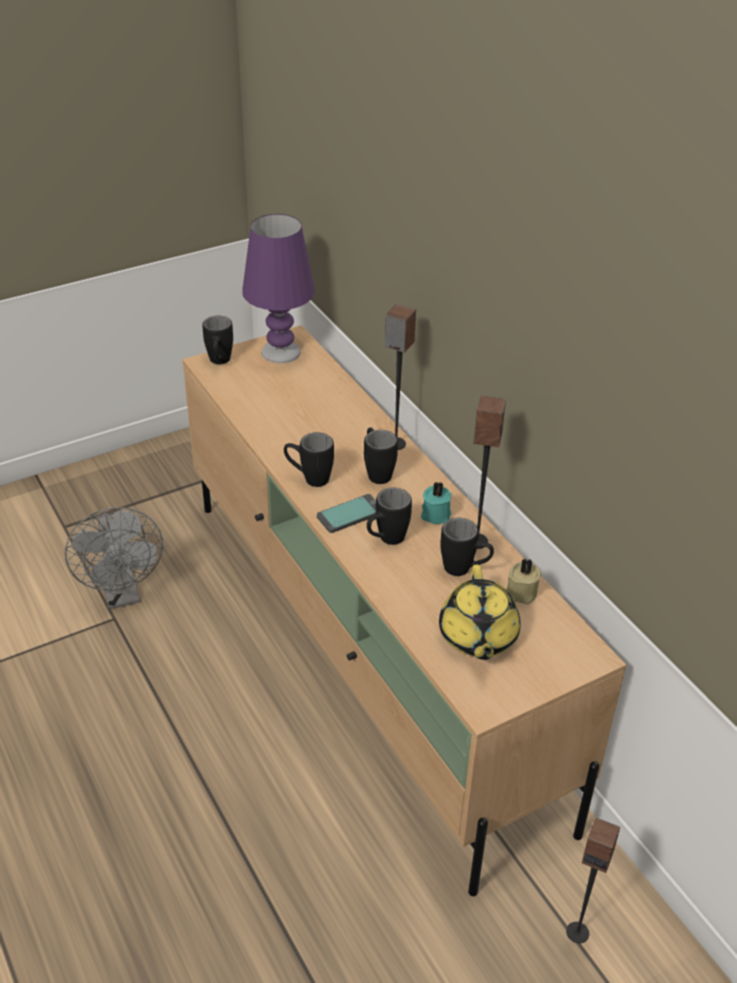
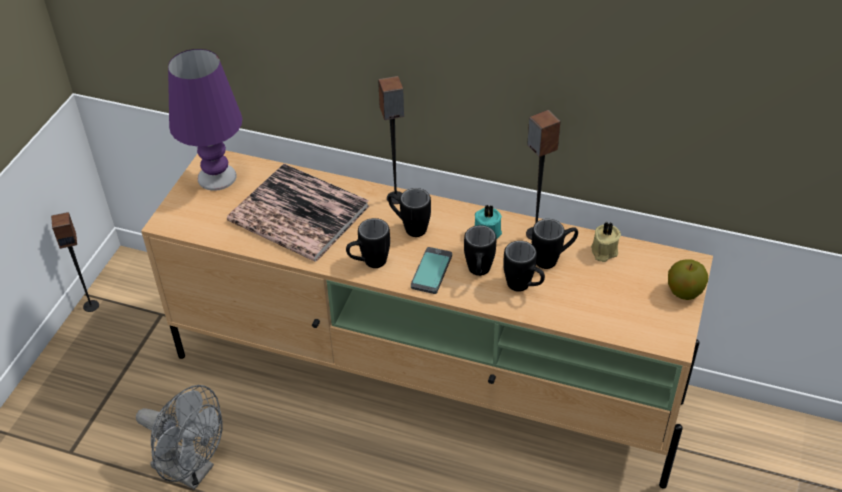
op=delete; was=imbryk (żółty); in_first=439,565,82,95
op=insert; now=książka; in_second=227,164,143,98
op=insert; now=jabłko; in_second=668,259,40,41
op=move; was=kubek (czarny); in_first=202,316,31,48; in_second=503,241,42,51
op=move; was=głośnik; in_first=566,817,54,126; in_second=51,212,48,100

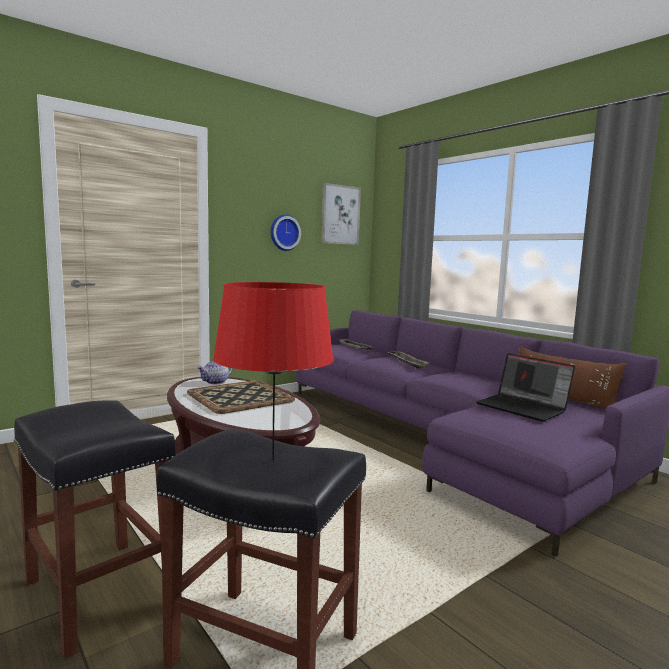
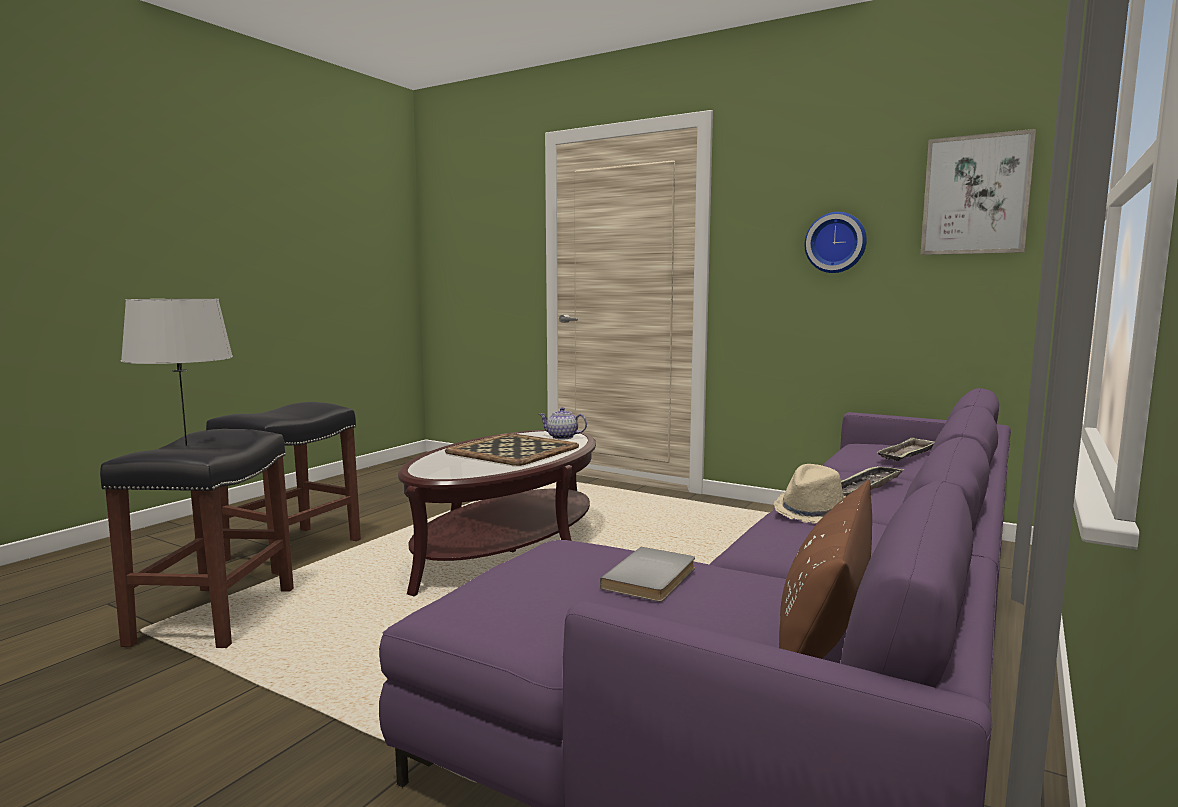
op=insert; now=kapelusz (beżowy); in_second=773,464,73,59
op=replace; was=laptop; now=książka (szary); in_first=476,353,99,69; in_second=600,547,95,55
op=recolor; was=lampa stołowa (czerwony); now=lampa stołowa (szary); in_first=213,282,121,179; in_second=121,299,112,147

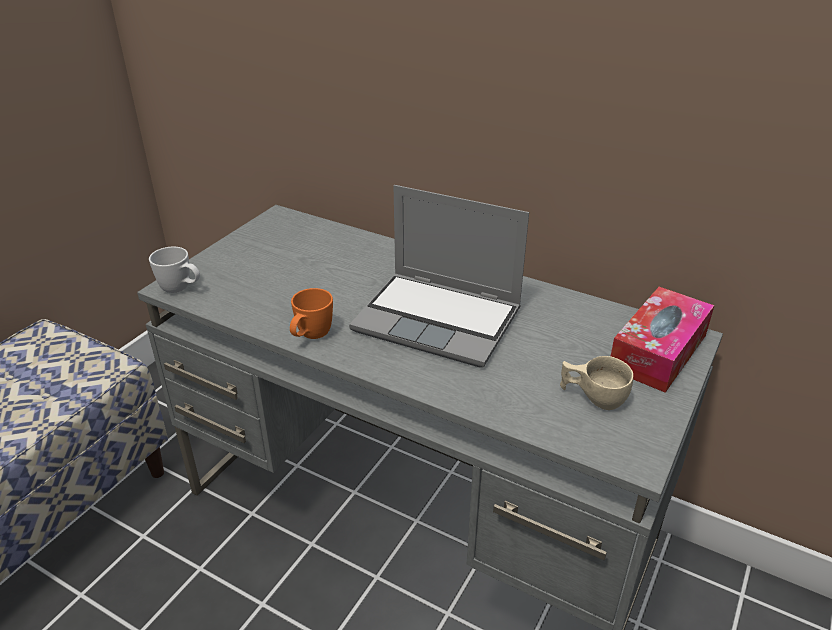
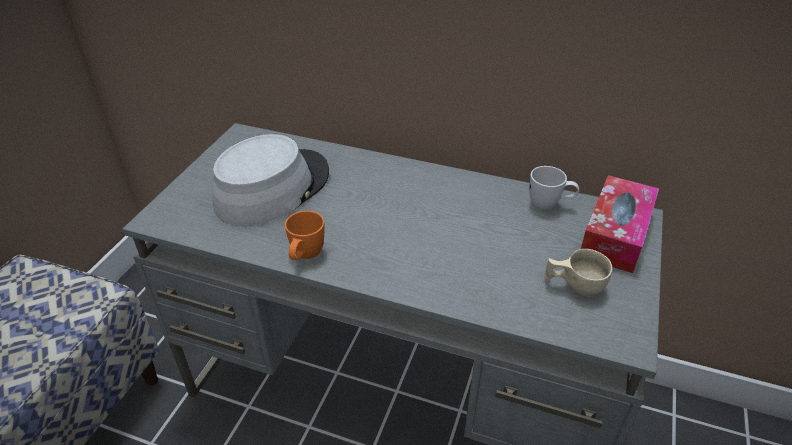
op=delete; was=laptop; in_first=349,185,180,183
op=insert; now=kapelusz (szary); in_second=213,134,116,92
op=move; was=kubek (biały); in_first=149,247,51,46; in_second=530,166,49,44

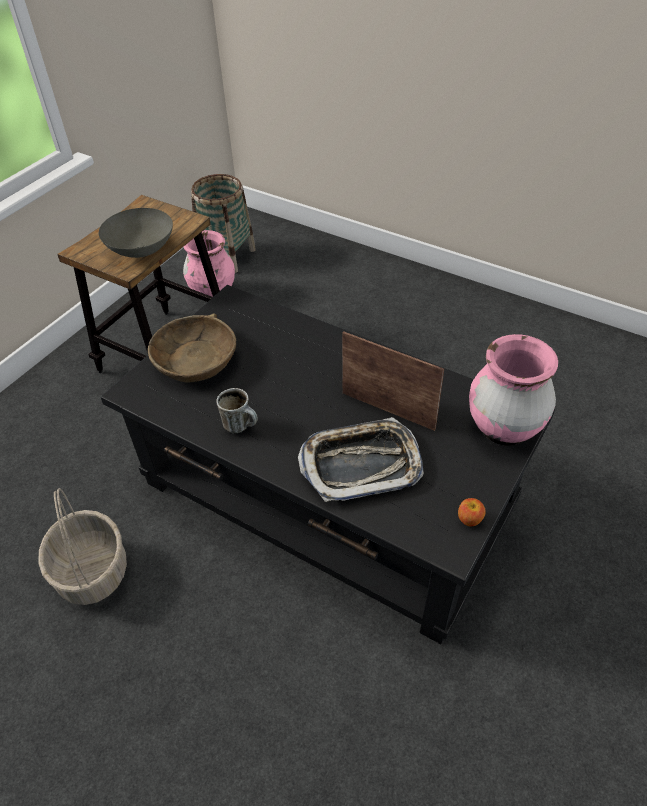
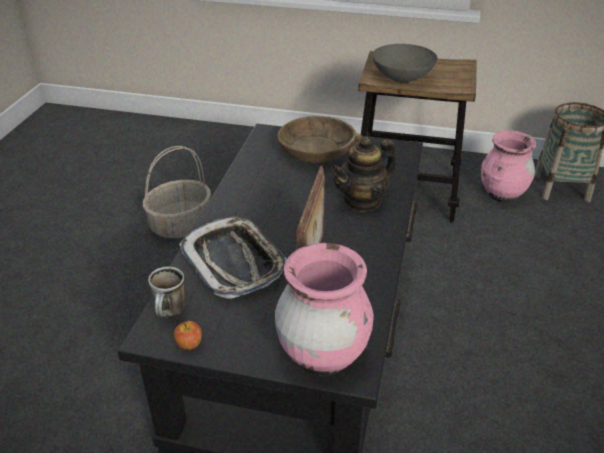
op=insert; now=imbryk; in_second=331,136,65,76
op=move; was=kubek; in_first=216,388,42,46; in_second=148,267,38,51

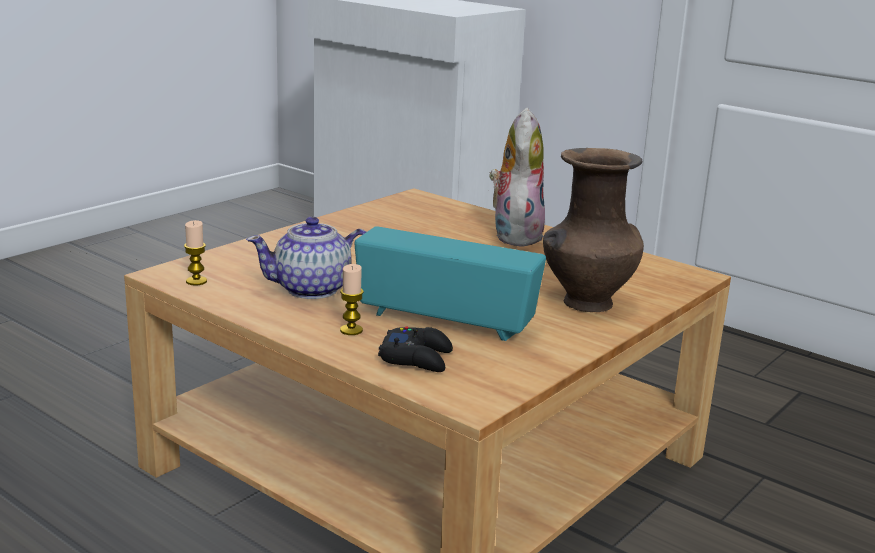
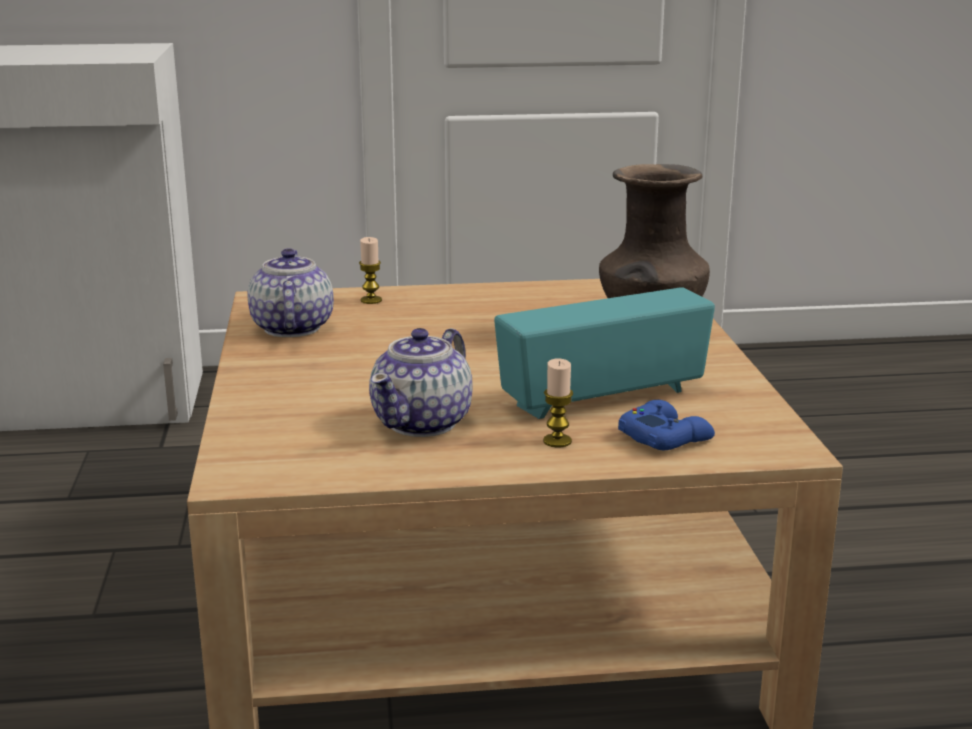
op=delete; was=pluszak; in_first=489,108,56,139
op=insert; now=imbryk; in_second=248,248,86,89
op=move; was=świeca; in_first=184,220,23,66; in_second=359,237,23,67
op=recolor; was=pad do gier (czarny); now=pad do gier (niebieski); in_first=378,327,75,45; in_second=618,400,97,50

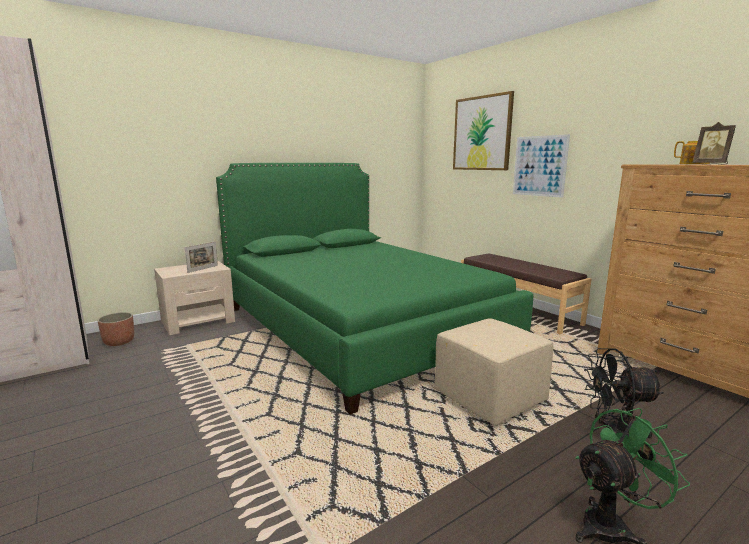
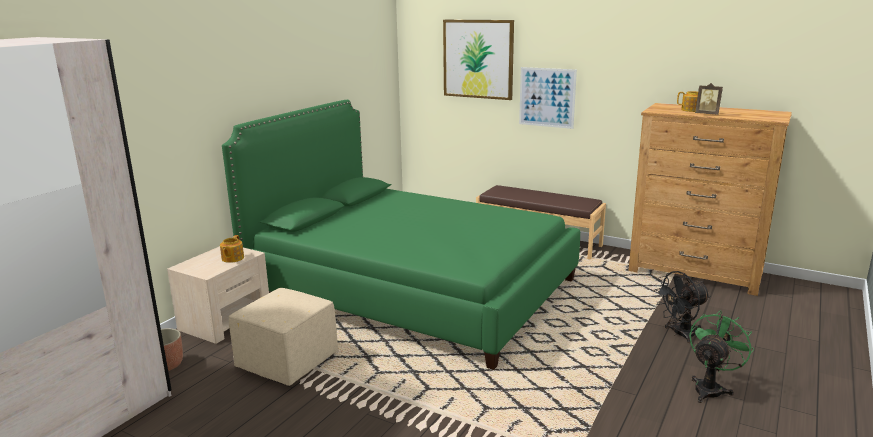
op=move; was=pufa (beżowy); in_first=434,318,119,107; in_second=229,288,109,98
op=replace; was=ramka na zdjęcie; now=imbryk; in_first=185,241,33,32; in_second=220,235,24,28

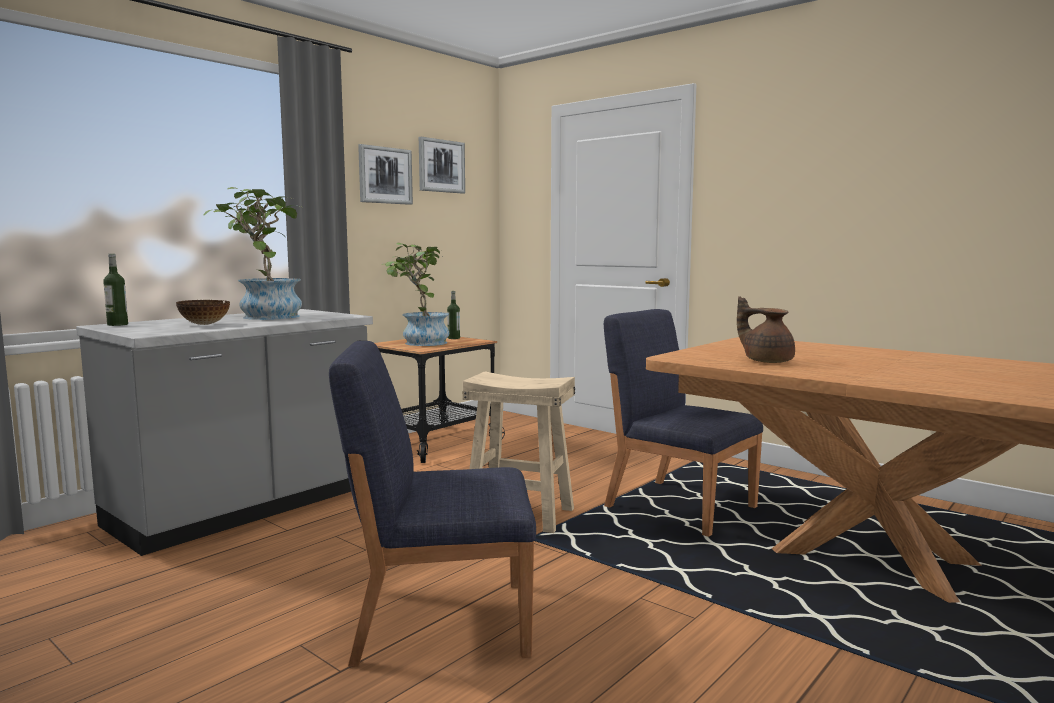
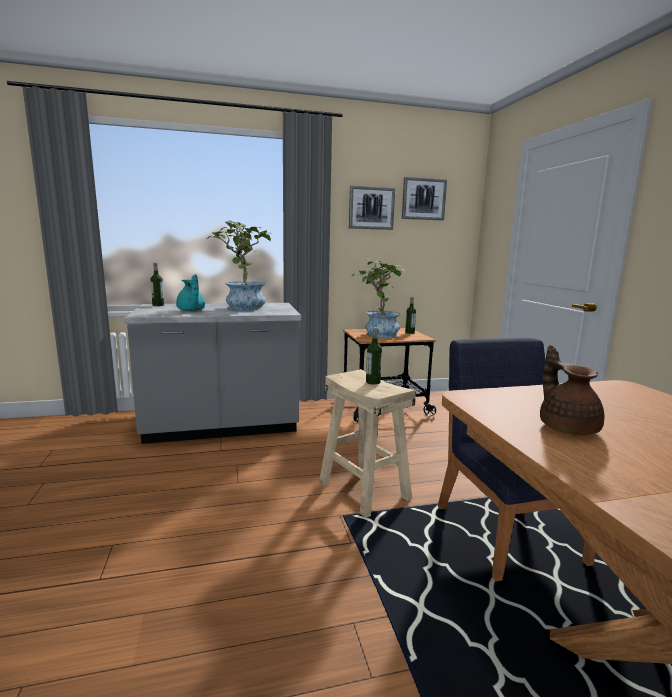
op=delete; was=krzesło (niebieski); in_first=329,341,207,326
op=insert; now=butelka; in_second=366,327,16,58
op=replace; was=miska; now=imbryk (turkusowy); in_first=176,300,54,25; in_second=176,274,29,37

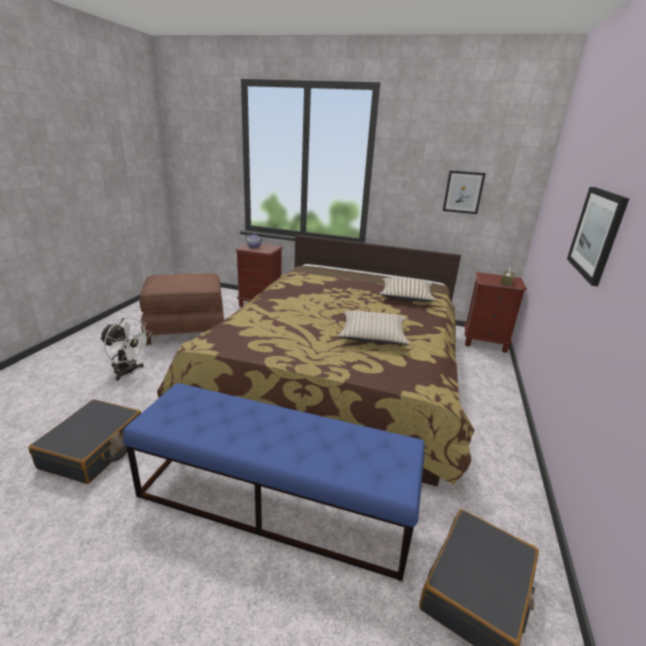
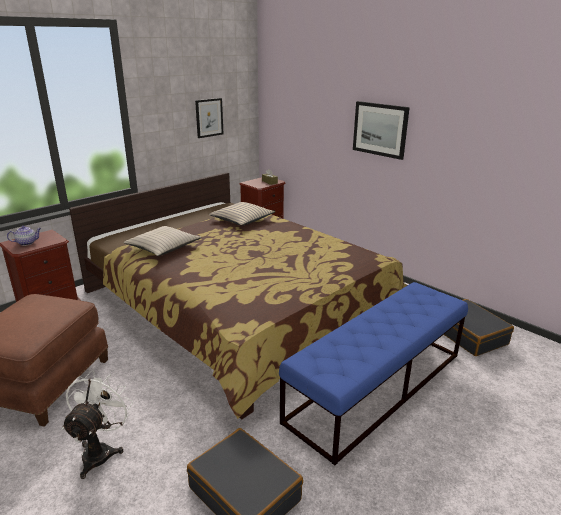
op=move; was=poduszka (beżowy); in_first=337,311,73,34; in_second=123,226,79,30
op=rotate; was=wentylator (biały); in_first=100,317,52,64; in_second=62,370,71,109; clockwise=-45

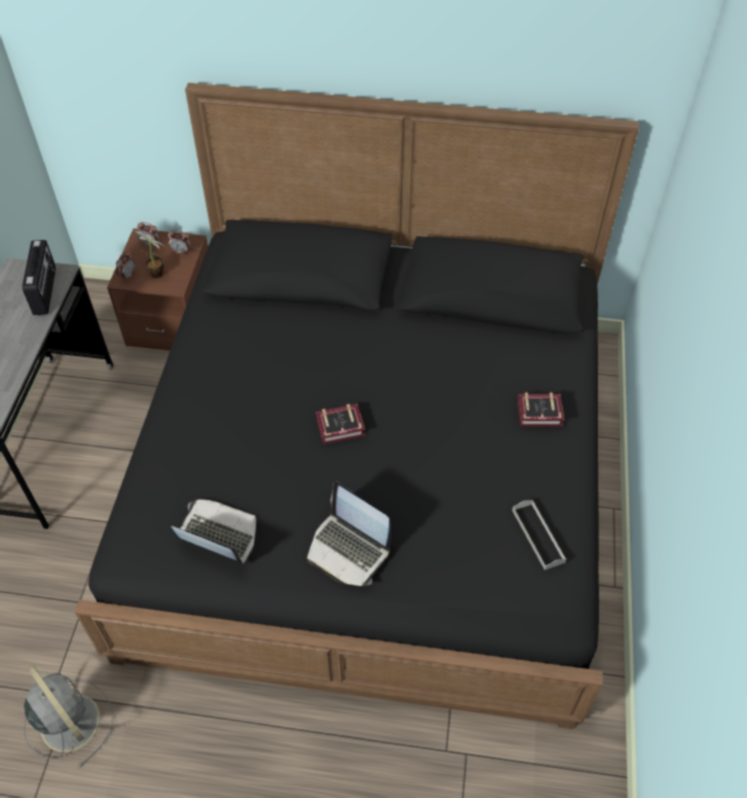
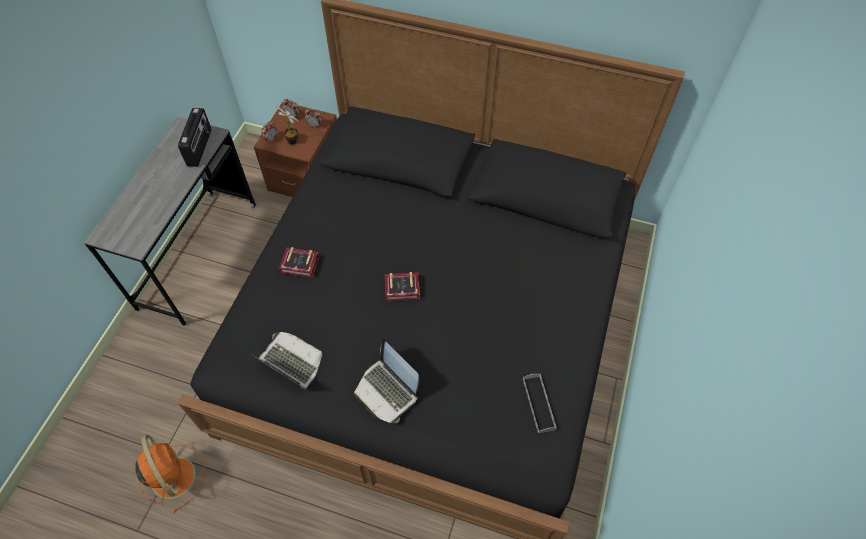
op=move; was=książka; in_first=517,393,47,34; in_second=279,247,40,31
op=recolor; was=wentylator (szary); now=wentylator (pomarańczowy); in_first=23,665,90,103; in_second=135,434,70,79

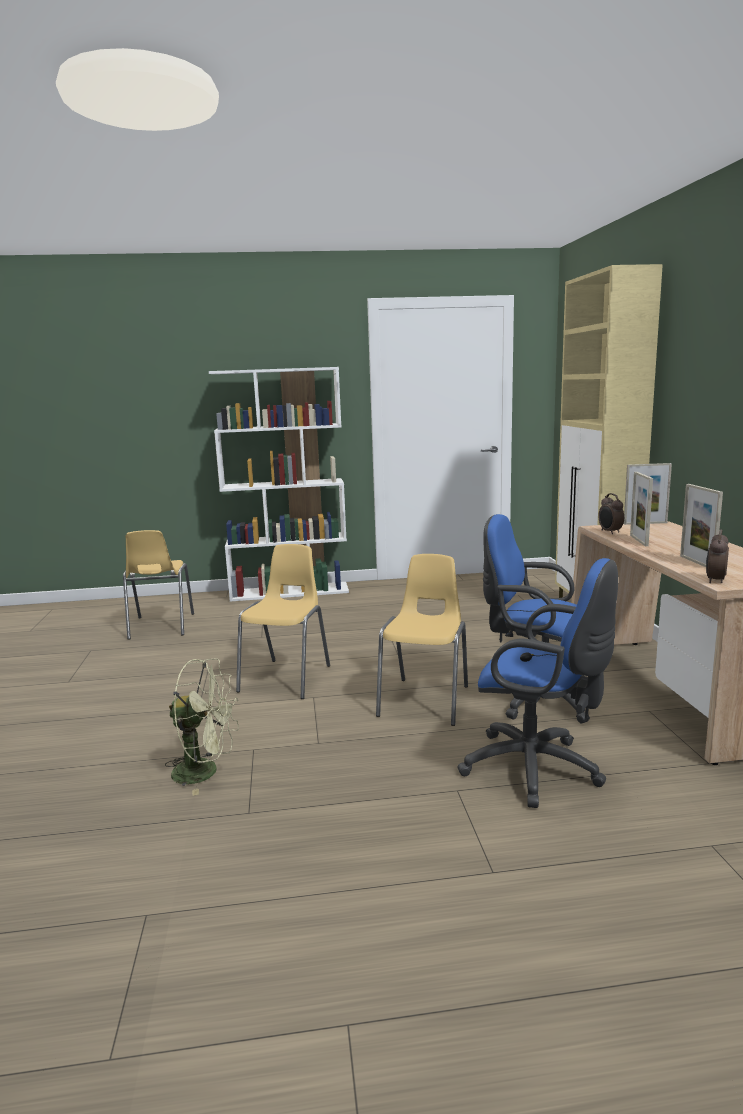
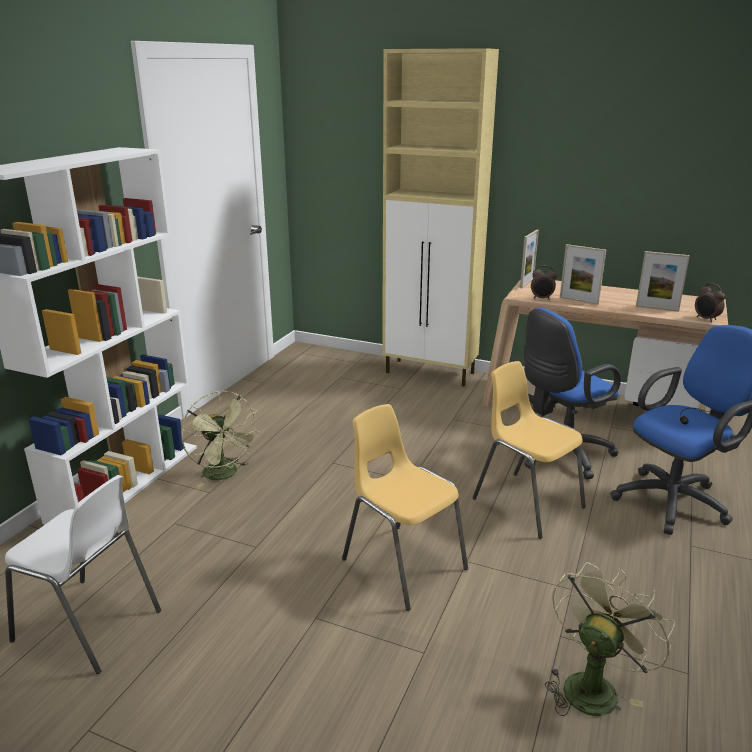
op=insert; now=wentylator (zielony); in_second=181,391,79,96
op=recolor; was=krzesło (żółty); now=krzesło (biały); in_first=123,530,71,110; in_second=5,475,156,199

